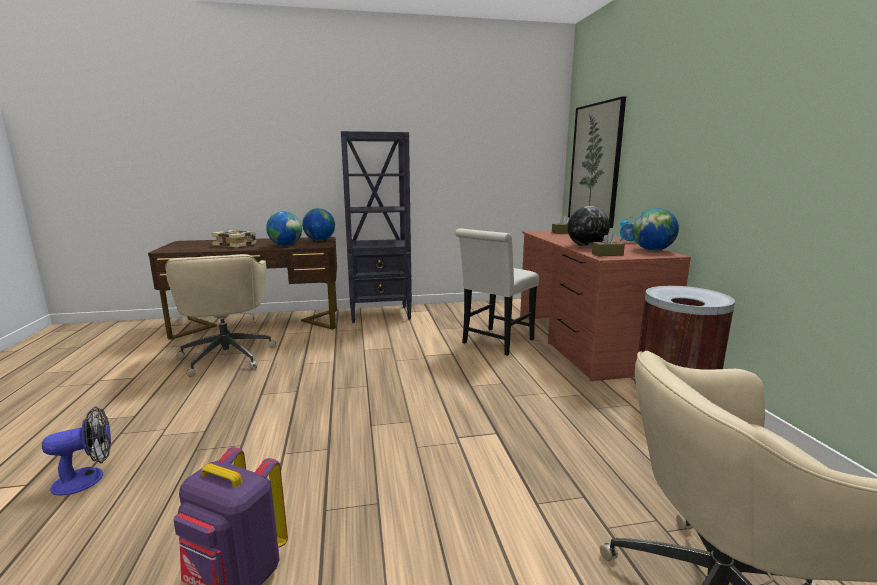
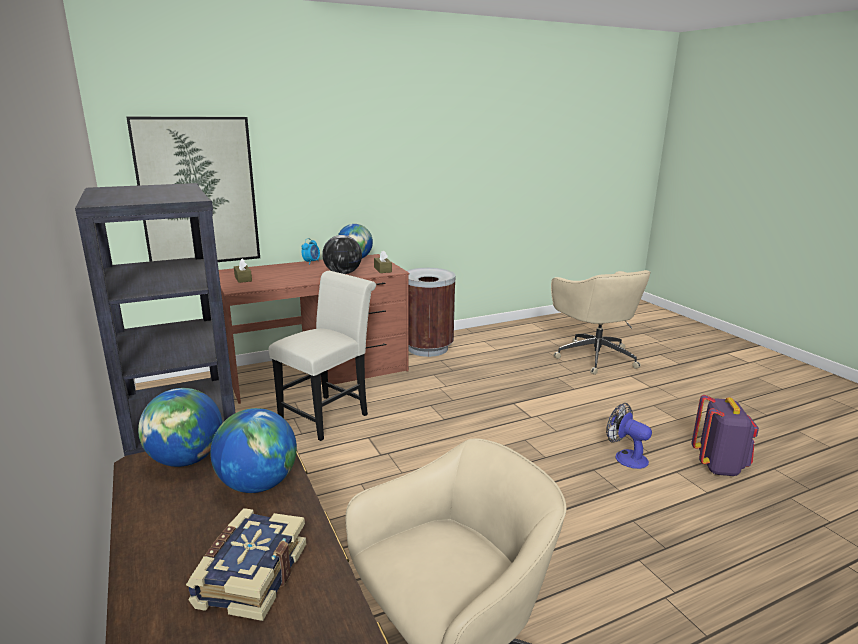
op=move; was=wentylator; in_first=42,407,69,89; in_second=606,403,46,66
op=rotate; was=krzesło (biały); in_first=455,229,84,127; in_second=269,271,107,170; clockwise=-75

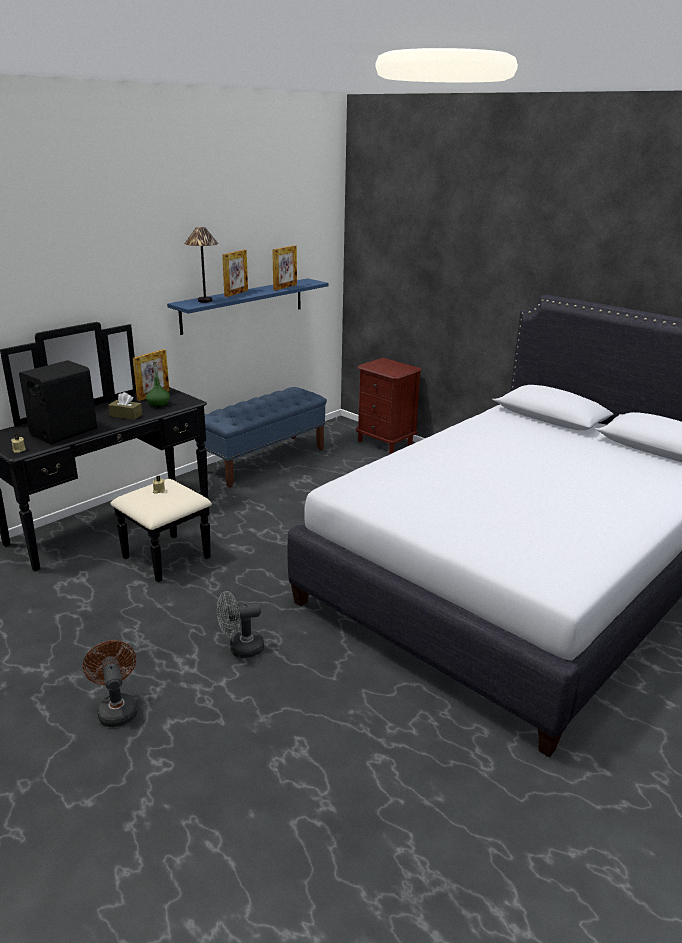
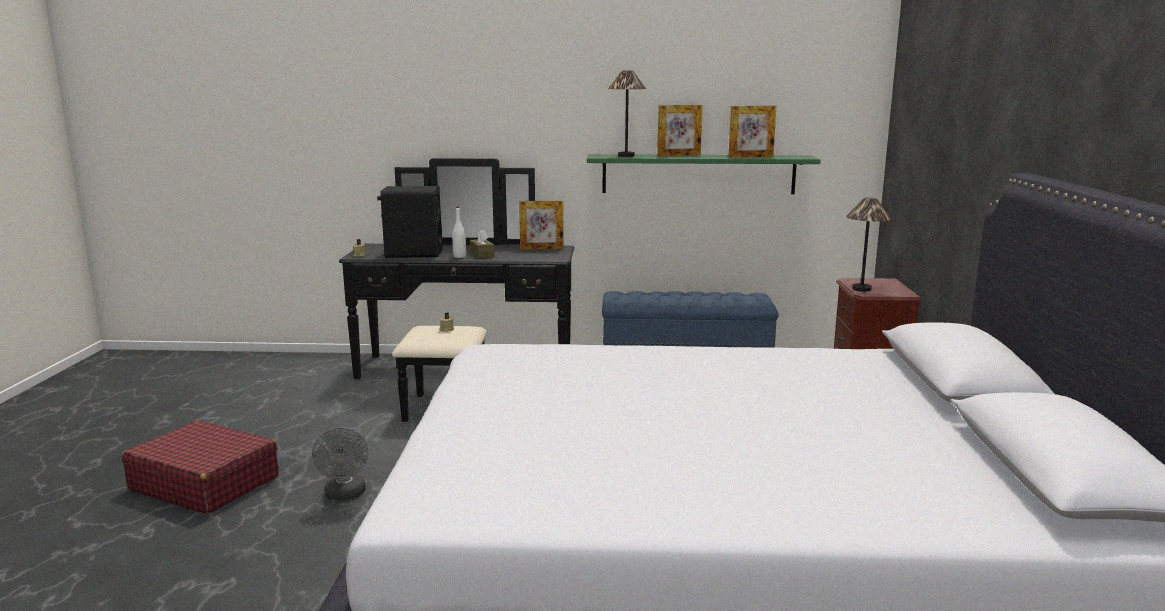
op=delete; was=butelka (zielony); in_first=146,362,24,46
op=insert; now=butelka (biały); in_second=452,207,14,51
op=insert; now=lampa stołowa; in_second=846,197,45,95
op=replace; was=wentylator (brązowy); now=walizka (czerwony); in_first=83,640,55,87; in_second=122,420,157,94
op=recolor; was=półka (niebieski); now=półka (zielony); in_first=167,278,161,57; in_second=587,154,234,40
op=rotate; was=wentylator (szary); in_first=217,591,47,67; in_second=312,428,56,73; clockwise=-135

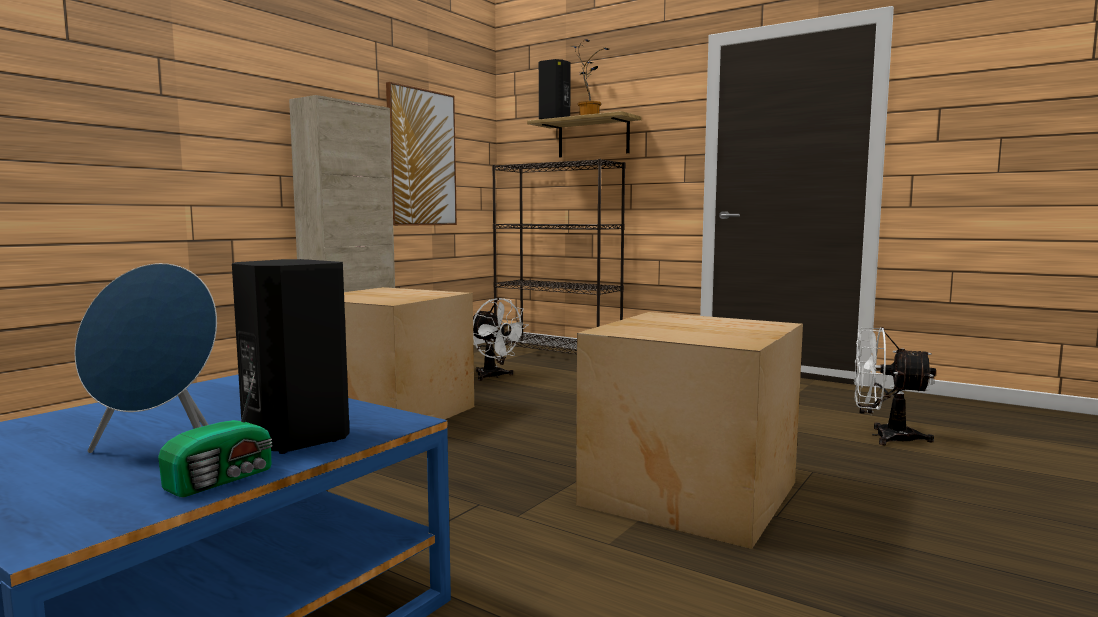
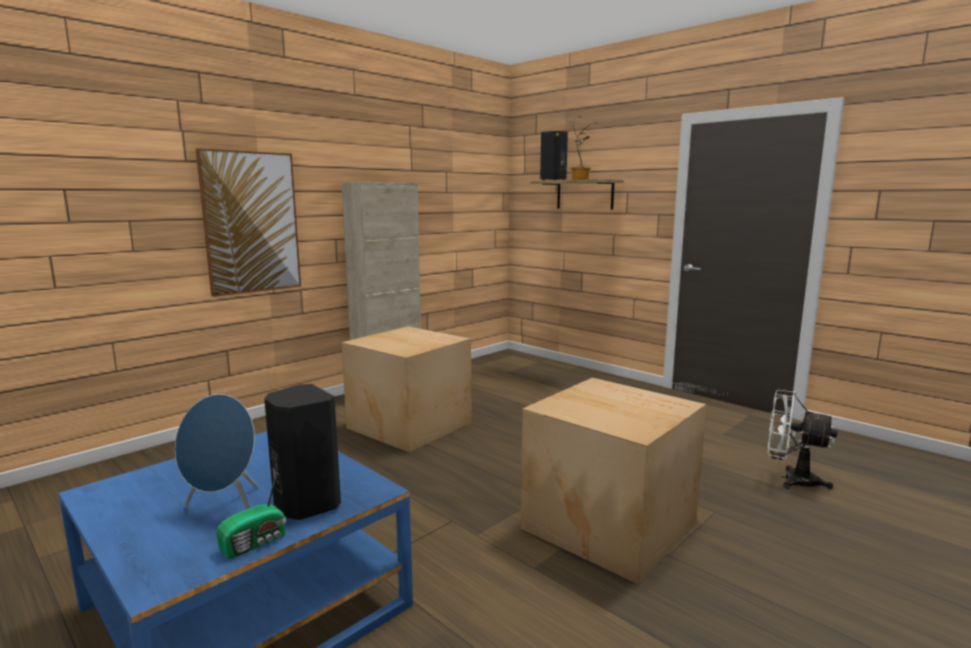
op=delete; was=wentylator (biały); in_first=473,298,56,83
op=delete; was=regał (czarny); in_first=492,159,133,195
op=move; was=obraz; in_first=386,82,71,144; in_second=196,148,105,149

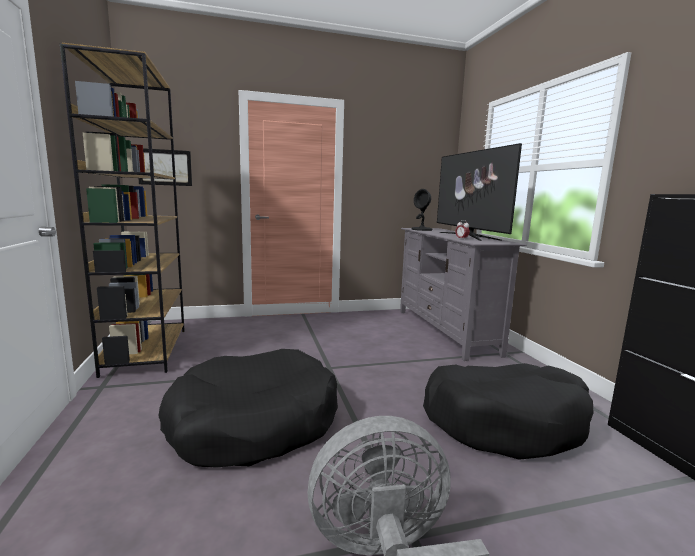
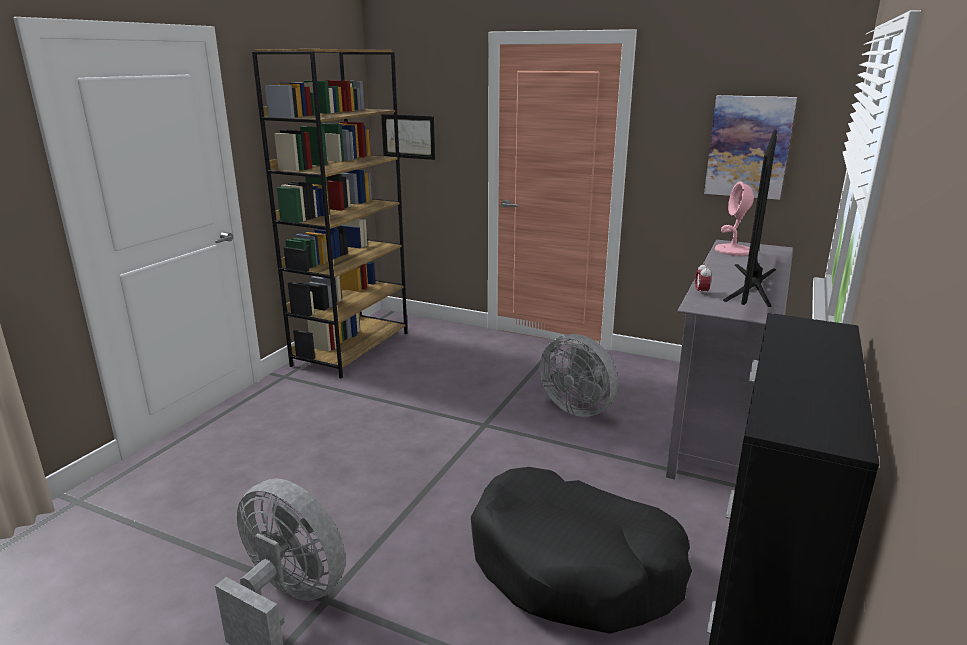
op=delete; was=legowisko (czarny); in_first=158,349,180,119
op=insert; now=wentylator (szary); in_second=540,334,78,83
op=insert; now=obraz; in_second=704,95,93,105
op=recolor; was=lampa stołowa (czarny); now=lampa stołowa (różowy); in_first=412,189,21,42; in_second=715,181,39,75

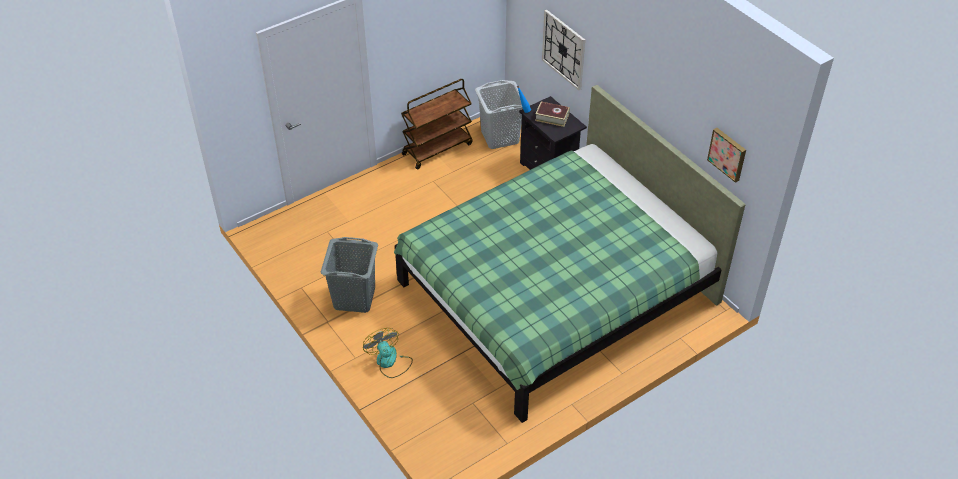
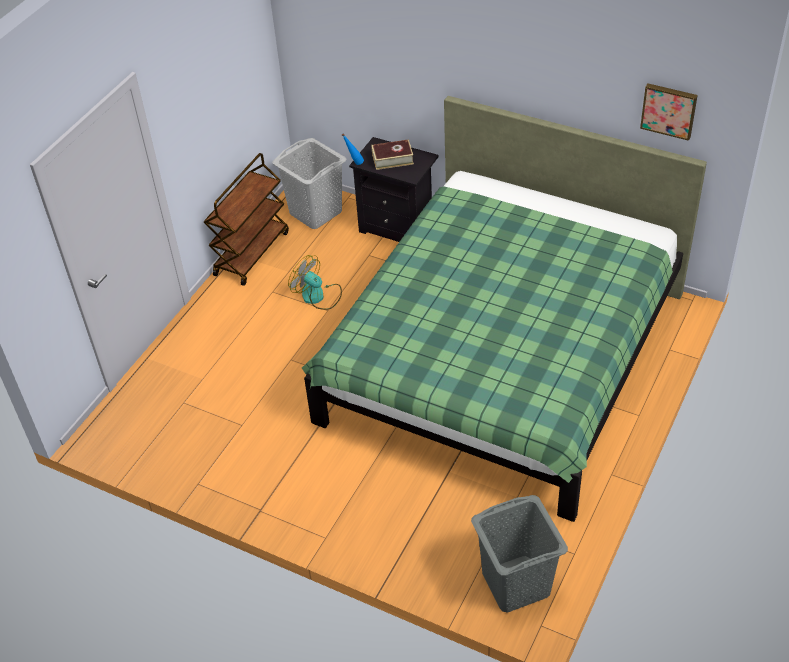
op=delete; was=zegar ścienny; in_first=542,10,43,80
op=move; was=kosz na pranie (szary); in_first=321,237,57,76; in_second=471,495,97,117
op=move; was=wentylator; in_first=363,328,50,50; in_second=288,255,54,55

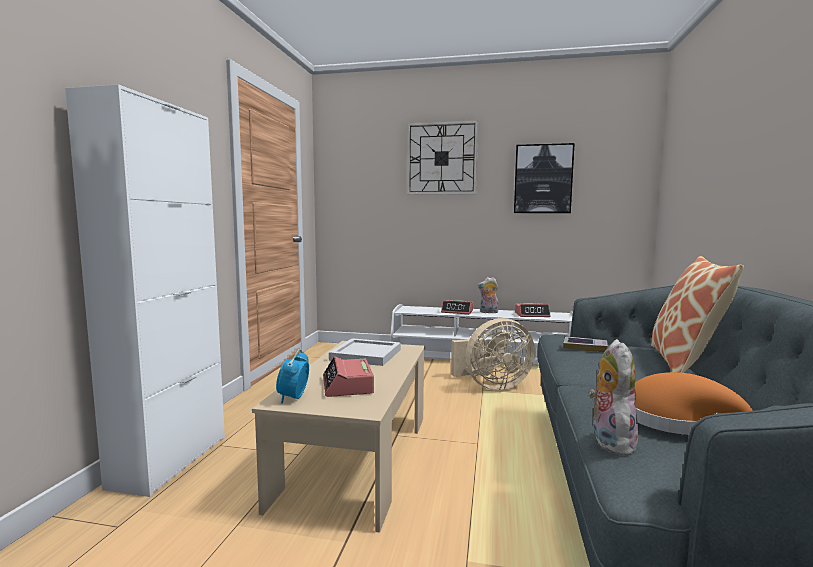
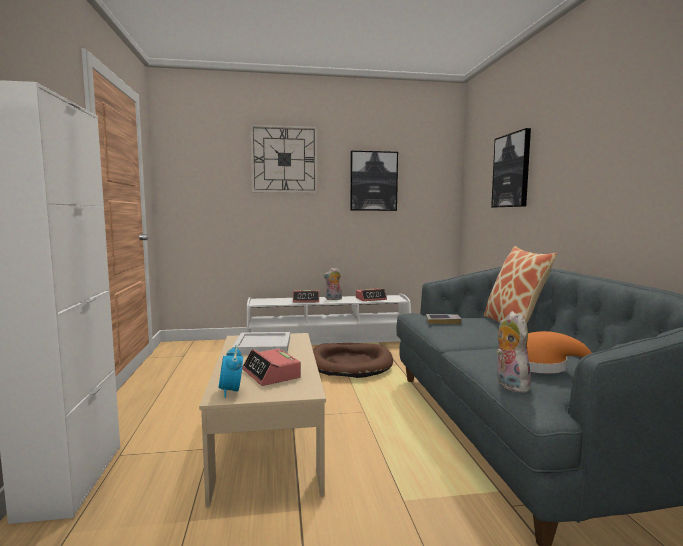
op=insert; now=obraz; in_second=491,128,40,80
op=replace; was=wentylator (beżowy); now=legowisko (brązowy); in_first=451,318,84,73; in_second=313,343,80,35

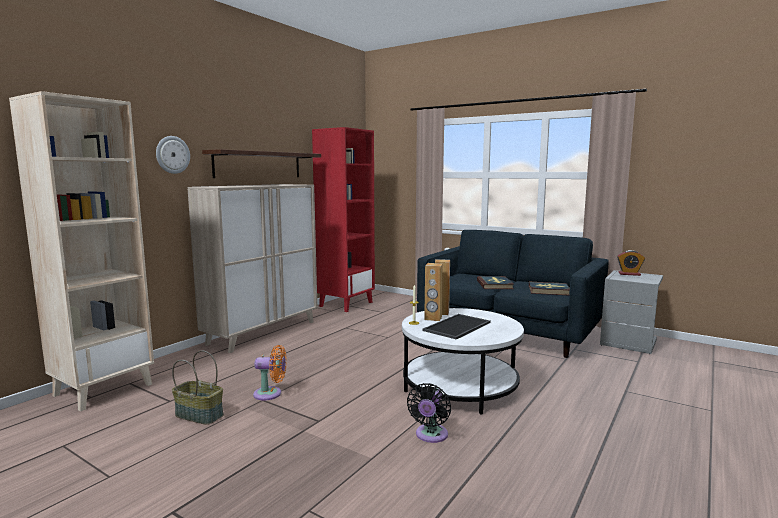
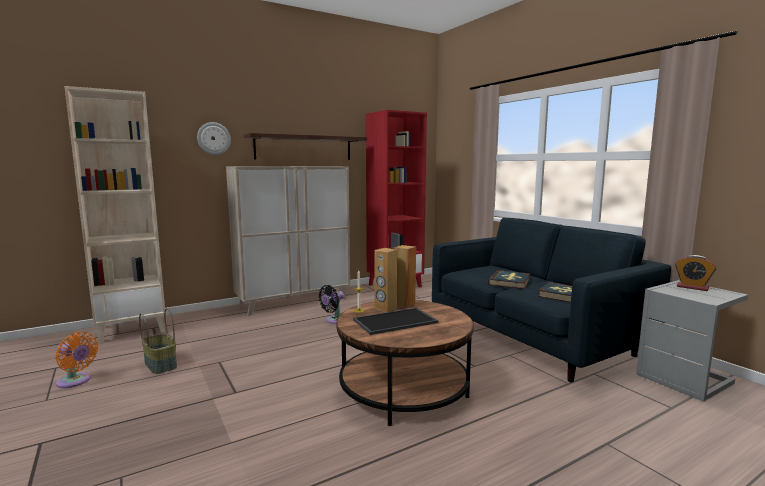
op=move; was=wentylator (pomarańczowy); in_first=253,345,33,56; in_second=55,332,43,56
op=move; was=wentylator (czarny); in_first=407,383,44,60; in_second=318,285,26,39
op=recolor; was=ława (biały); now=ława (brązowy); in_first=402,308,122,107; in_second=336,300,138,126

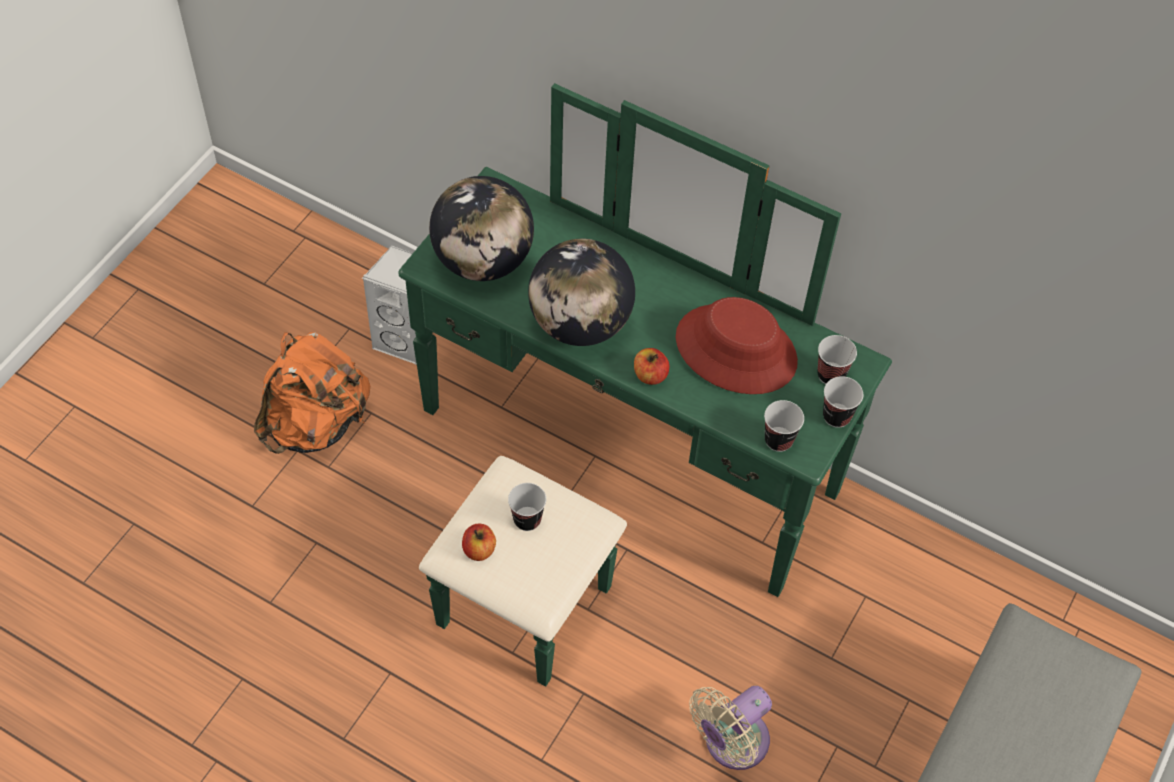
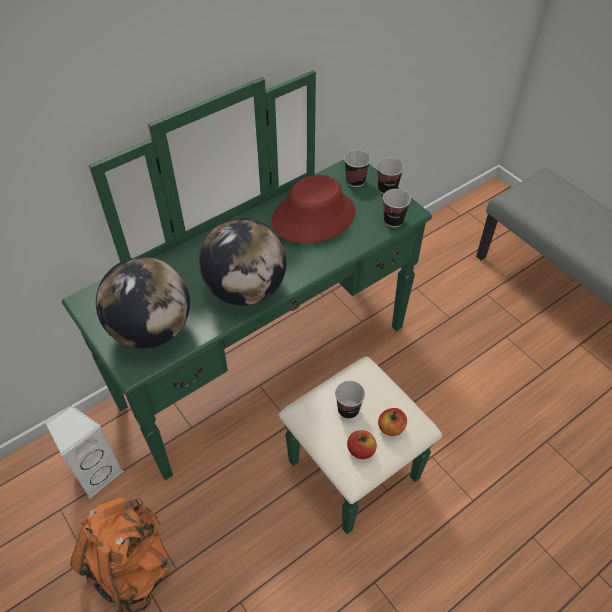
op=delete; was=wentylator (beżowy); in_first=689,686,83,84
op=move; was=jabłko; in_first=634,348,35,37; in_second=378,408,29,28

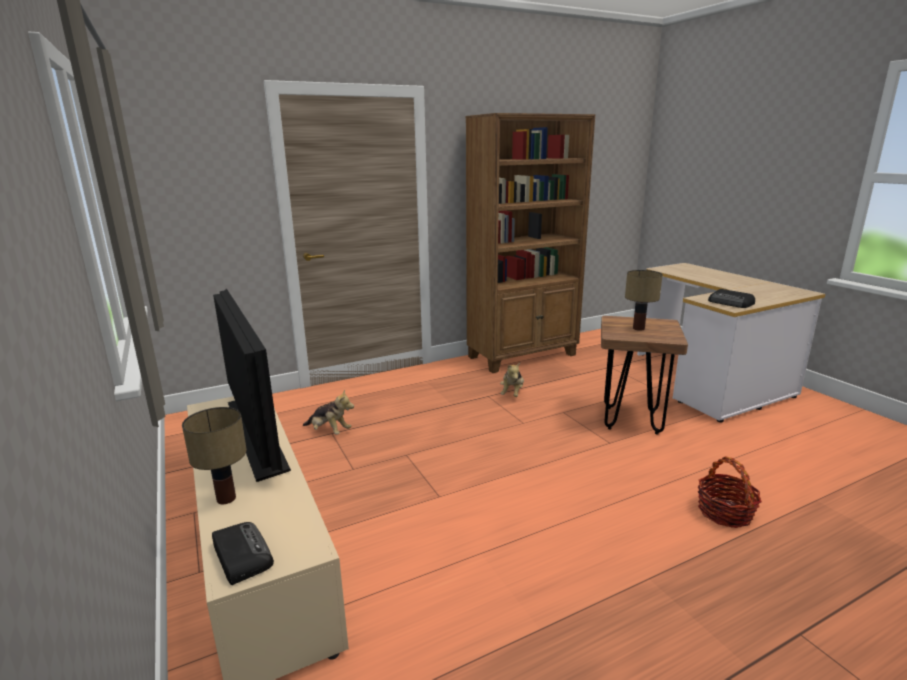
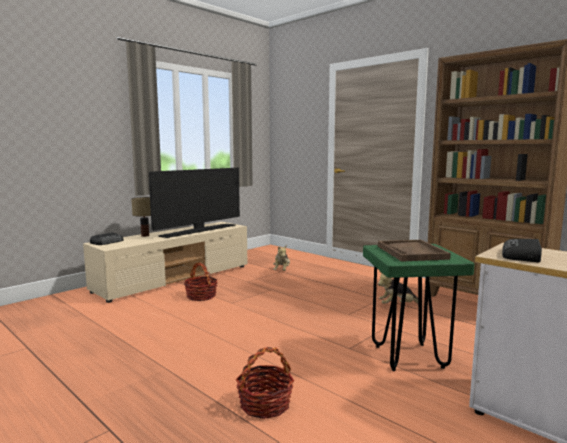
op=insert; now=koszyk; in_second=184,262,33,39
op=replace; was=lampa stołowa; now=taca (brązowy); in_first=625,270,38,61; in_second=378,240,73,22
op=recolor; was=stołek (brązowy); now=stołek (zielony); in_first=601,316,87,119; in_second=363,244,111,127

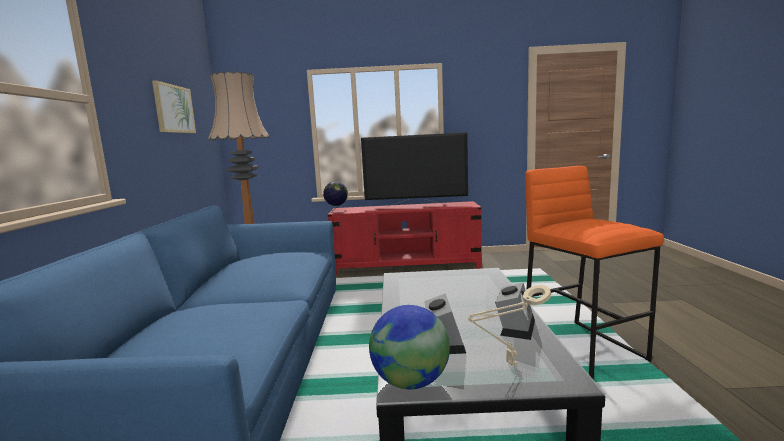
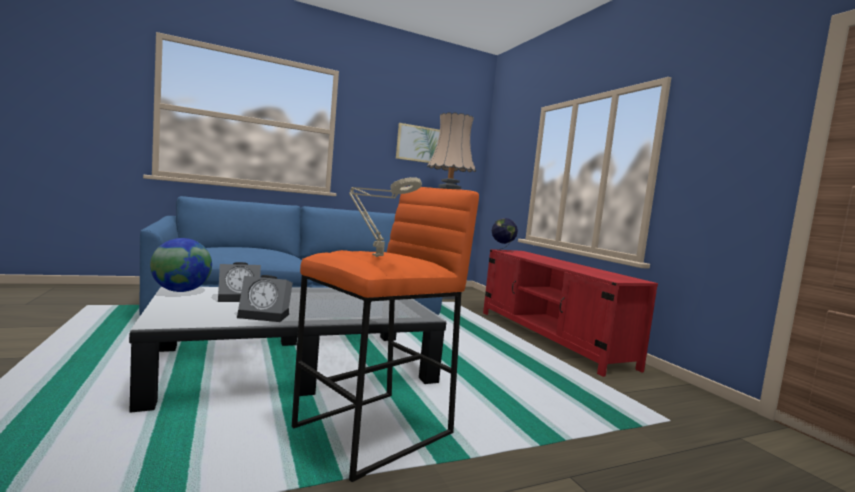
op=delete; was=telewizor; in_first=361,132,107,75
op=move; was=lampa stołowa (beżowy); in_first=468,285,83,80; in_second=349,177,73,80

